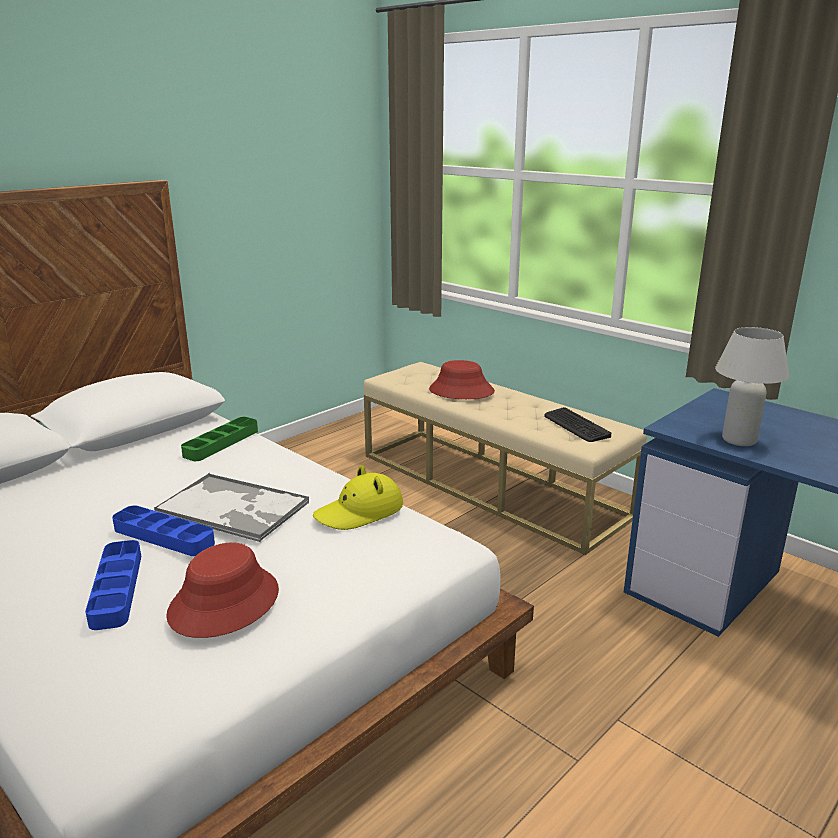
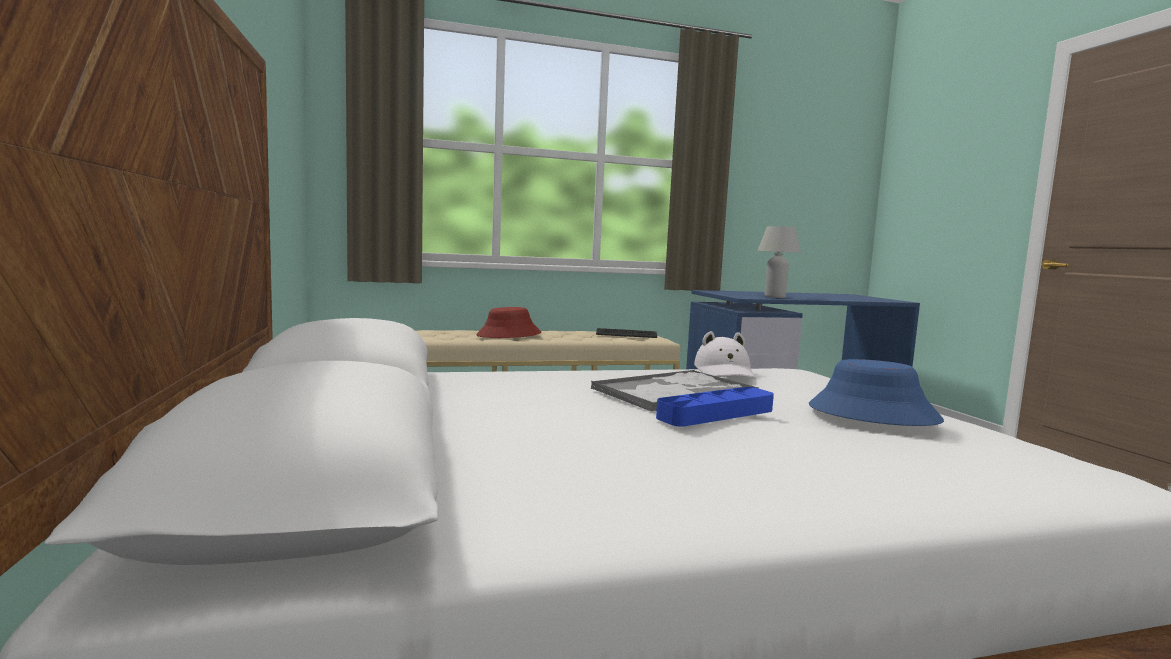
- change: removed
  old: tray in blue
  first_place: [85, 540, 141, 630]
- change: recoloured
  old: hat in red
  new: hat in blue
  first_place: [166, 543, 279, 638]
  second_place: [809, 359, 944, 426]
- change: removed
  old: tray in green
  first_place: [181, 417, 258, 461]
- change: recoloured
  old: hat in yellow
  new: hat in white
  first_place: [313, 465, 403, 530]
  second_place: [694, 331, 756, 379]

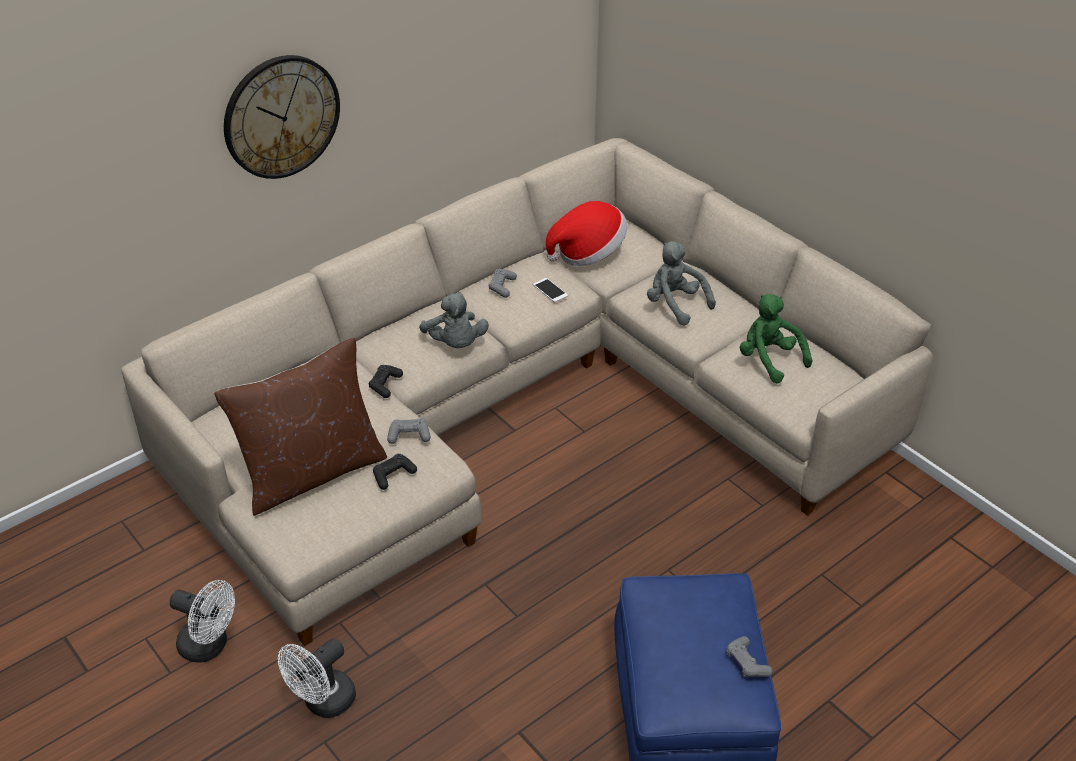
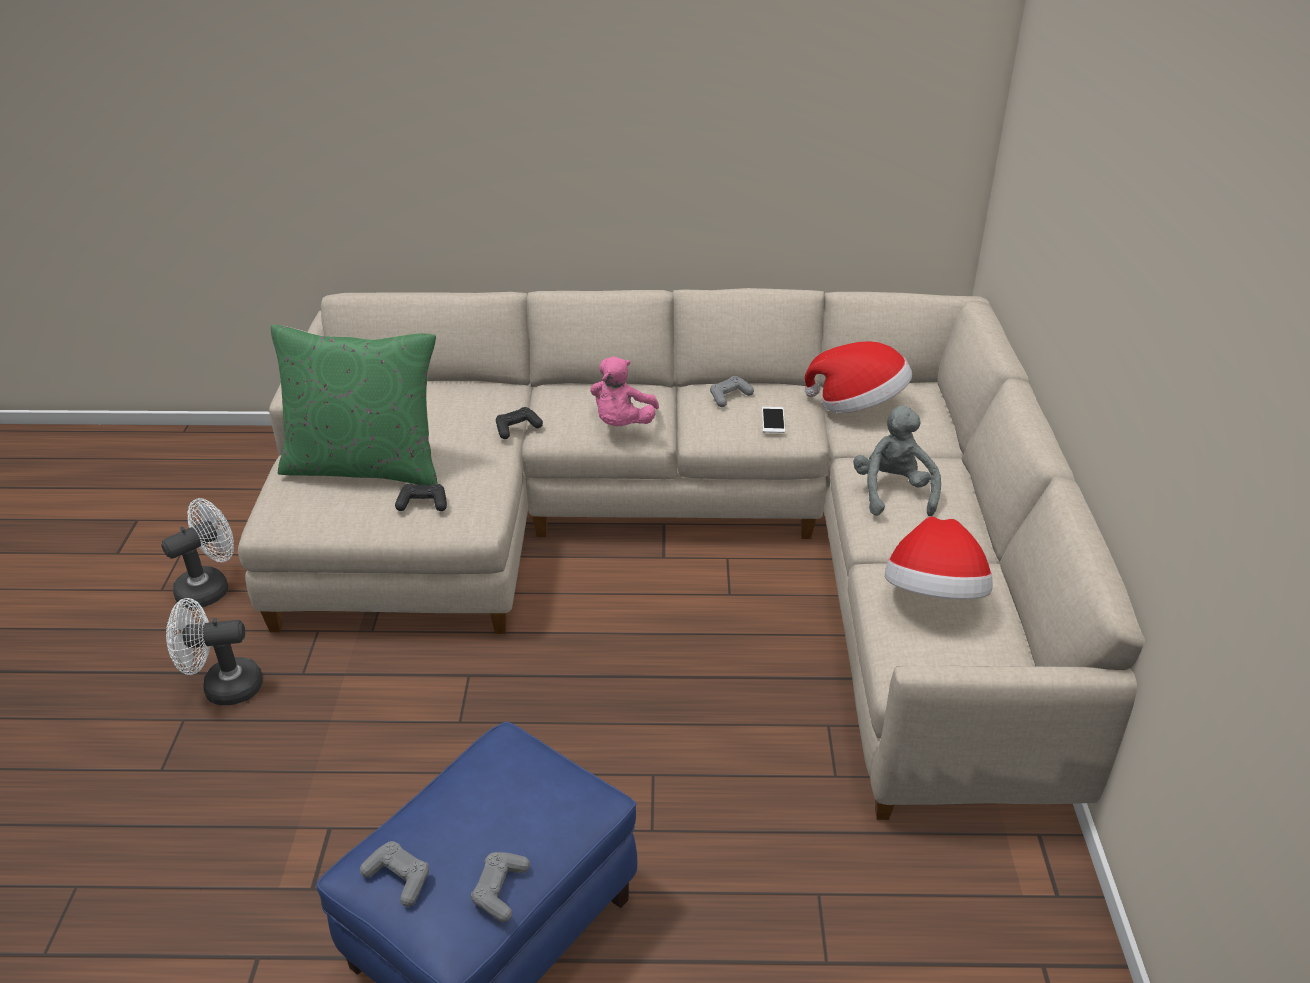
- change: turned
  old: fan in white
  first_place: [170, 580, 235, 663]
  second_place: [161, 498, 234, 609]
  degrees: -105
- change: recoloured
  old: pillow in brown
  new: pillow in green
  first_place: [214, 338, 387, 516]
  second_place: [271, 325, 438, 485]
- change: removed
  old: wall clock
  first_place: [224, 55, 340, 179]
- change: moved
  old: game controller in grey
  first_place: [387, 418, 431, 444]
  second_place: [360, 841, 429, 907]
- change: recoloured
  old: plush toy in grey
  new: plush toy in pink
  first_place: [419, 292, 489, 348]
  second_place: [590, 356, 659, 426]
- change: replaced
  old: plush toy in green
  new: hat
  first_place: [740, 294, 812, 384]
  second_place: [885, 517, 993, 599]

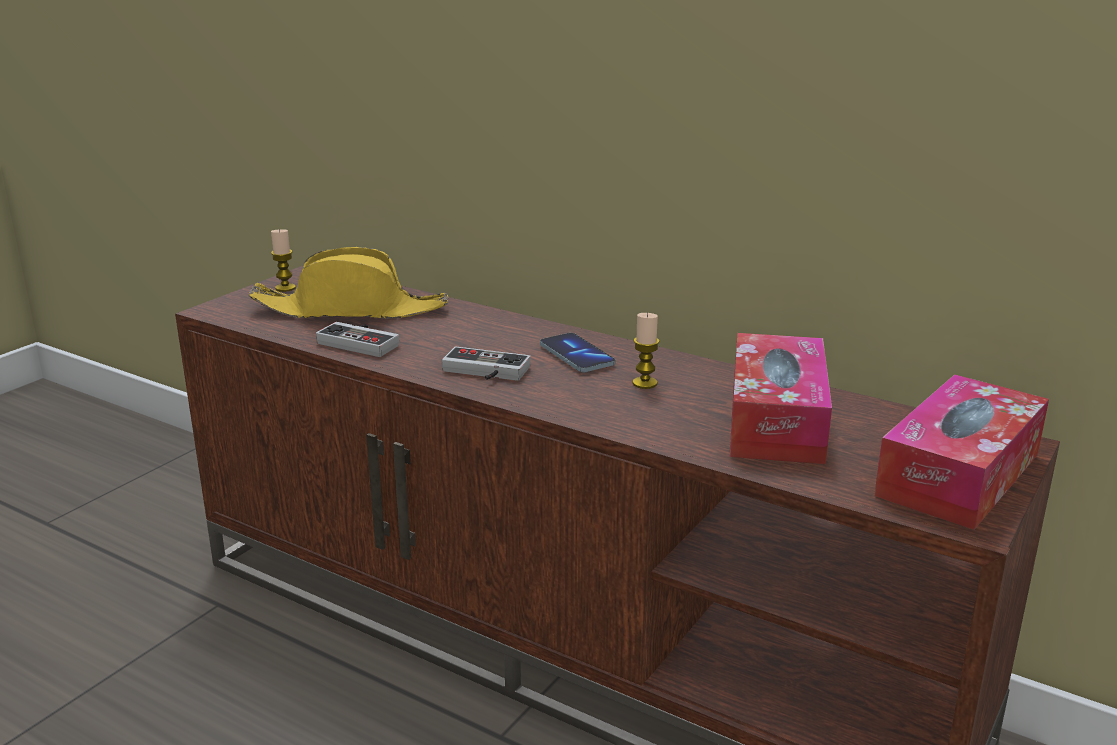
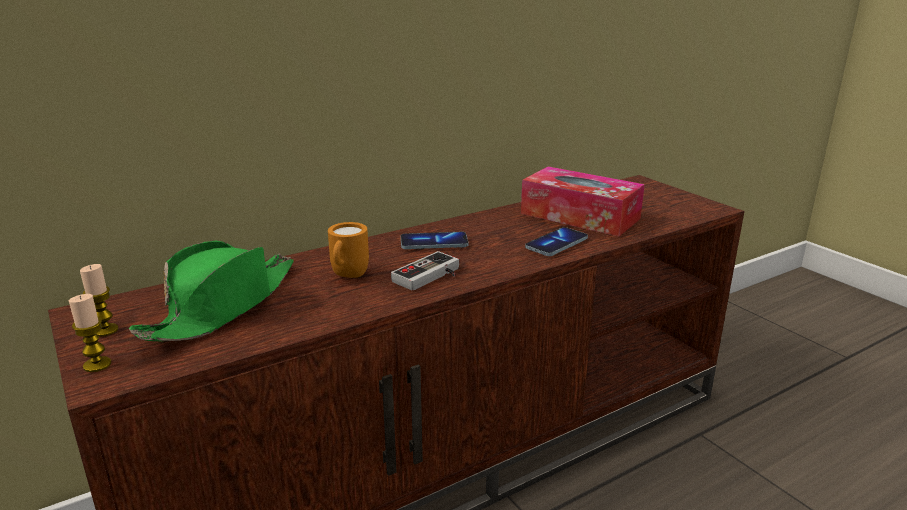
- change: recoloured
  old: hat in yellow
  new: hat in green
  first_place: [249, 247, 448, 319]
  second_place: [129, 241, 293, 341]
- change: removed
  old: game controller
  first_place: [316, 322, 399, 357]
- change: moved
  old: candle
  first_place: [633, 313, 659, 389]
  second_place: [69, 294, 111, 372]
- change: removed
  old: tissue box
  first_place: [874, 374, 1049, 530]
- change: added
  new: mug in orange
  second_place: [328, 222, 369, 278]
- change: added
  new: phone
  second_place: [525, 227, 588, 256]

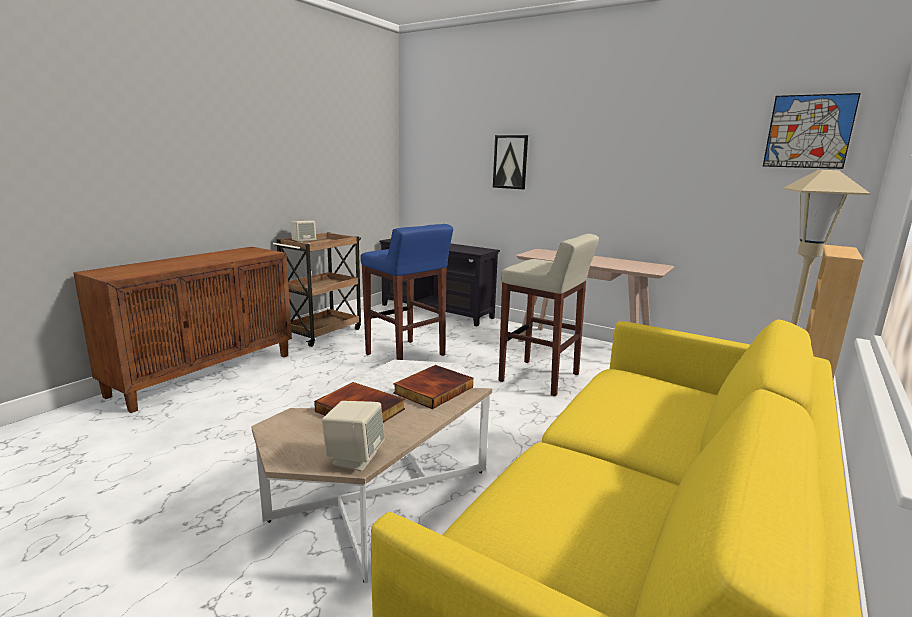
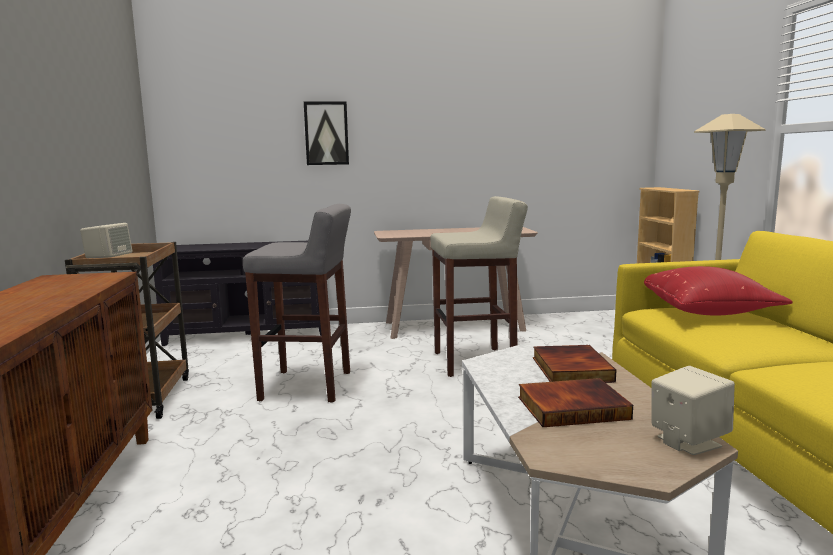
- change: recoloured
  old: stool in blue
  new: stool in grey
  first_place: [361, 224, 453, 360]
  second_place: [243, 204, 351, 403]
- change: removed
  old: picture
  first_place: [763, 93, 861, 169]
- change: added
  new: pillow in red
  second_place: [644, 266, 793, 316]

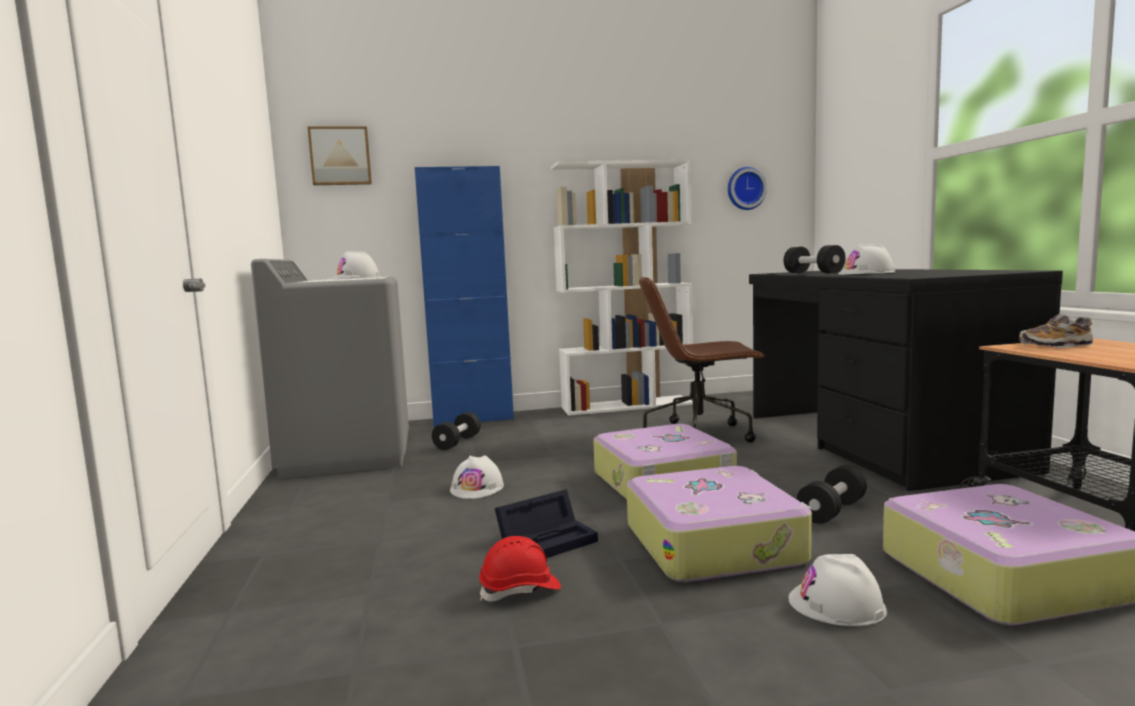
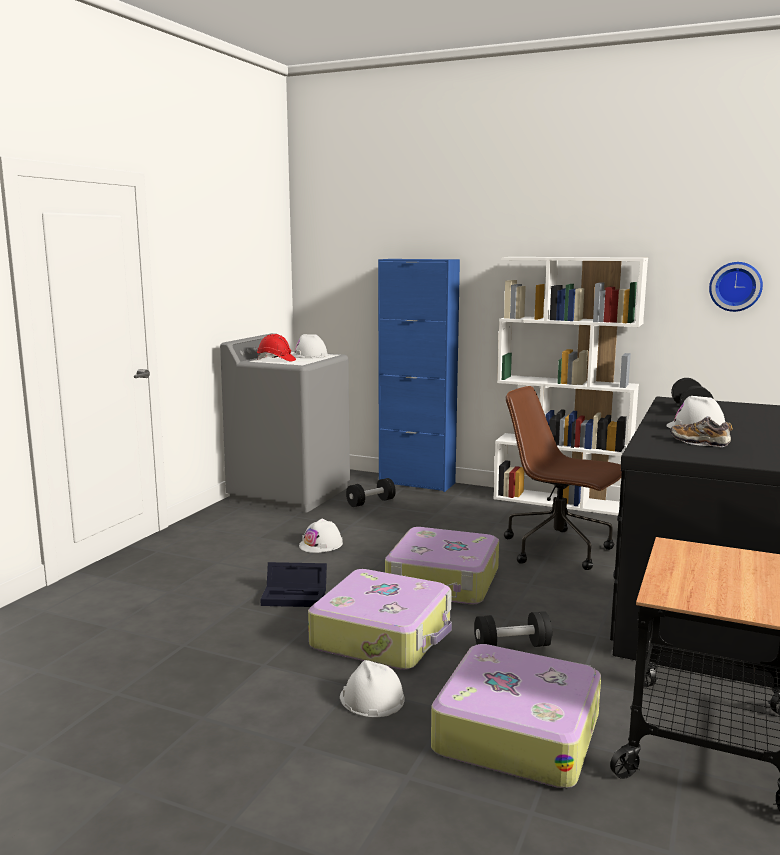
- change: removed
  old: picture
  first_place: [308, 126, 372, 185]
- change: moved
  old: hard hat in red
  first_place: [479, 536, 561, 602]
  second_place: [257, 334, 296, 361]
- change: moved
  old: shoe
  first_place: [1019, 314, 1093, 348]
  second_place: [671, 416, 733, 447]

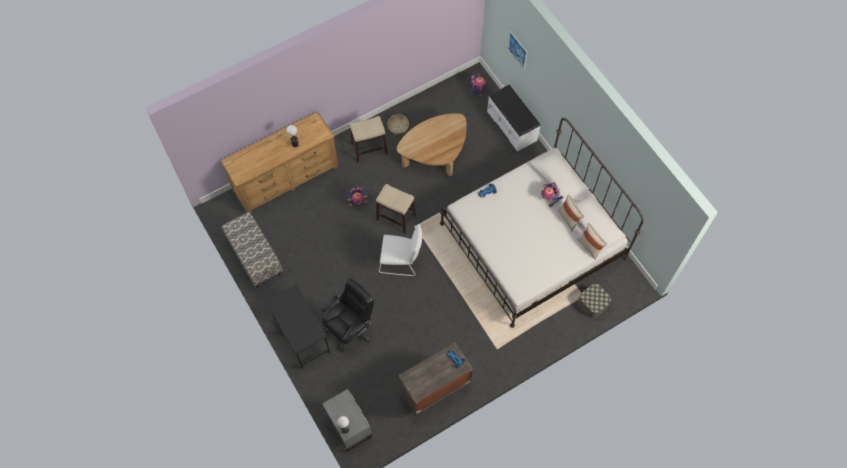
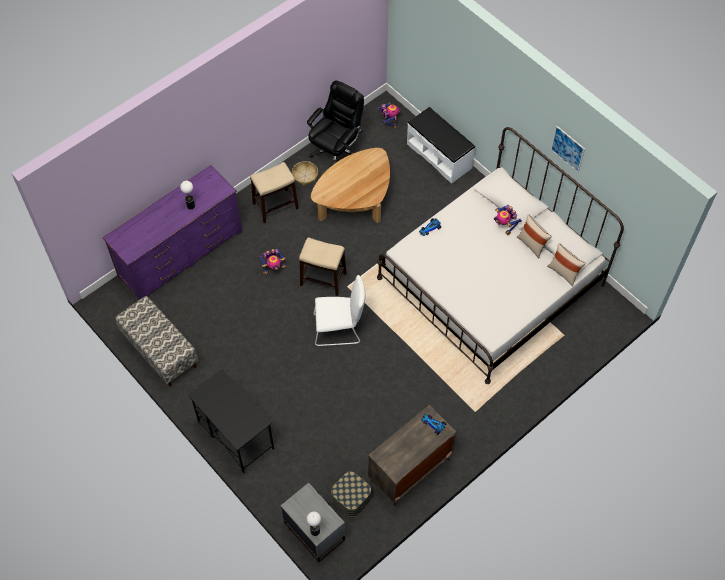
- change: recoloured
  old: dresser in brown
  new: dresser in purple
  first_place: [220, 111, 338, 213]
  second_place: [102, 165, 242, 300]
- change: moved
  old: office chair in black
  first_place: [321, 278, 374, 352]
  second_place: [307, 80, 364, 165]
- change: moved
  old: picture
  first_place: [508, 31, 528, 70]
  second_place: [550, 125, 585, 172]
- change: moved
  old: storage box
  first_place: [578, 284, 611, 318]
  second_place: [331, 472, 371, 517]

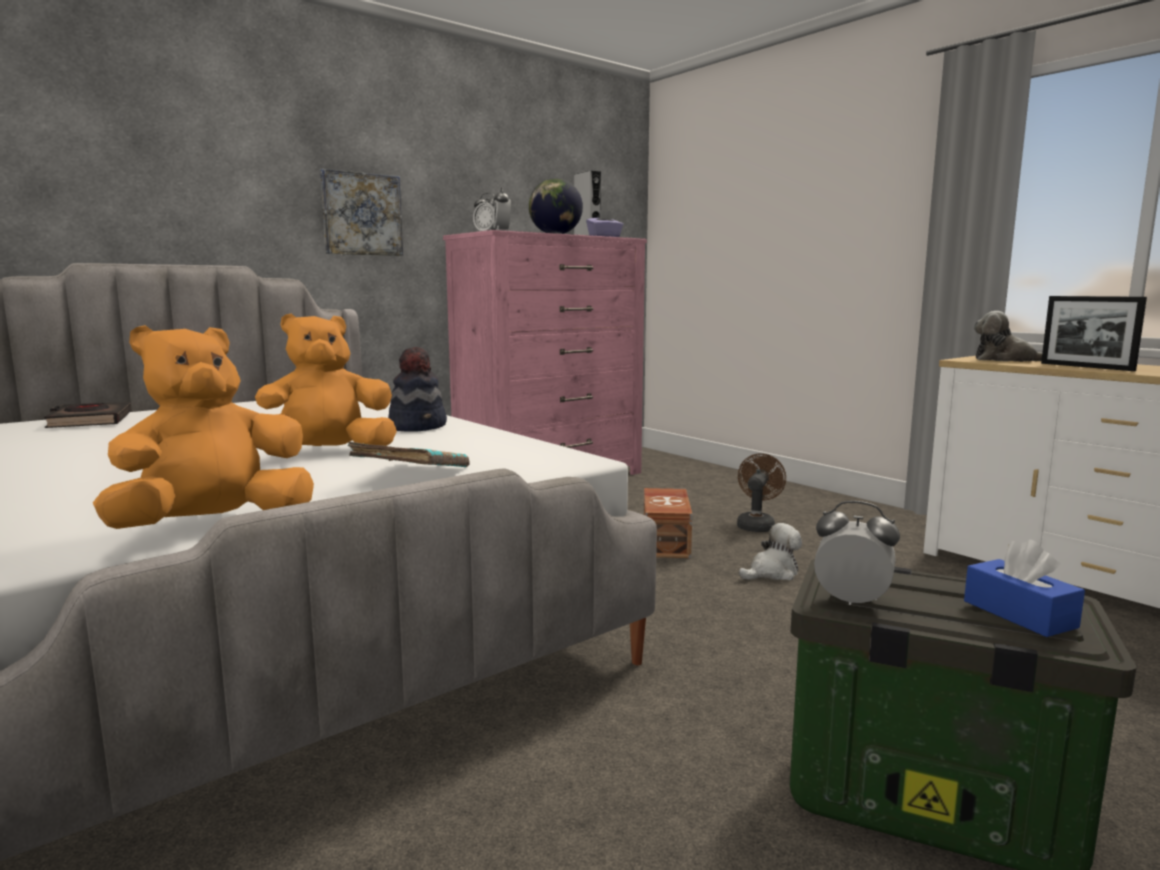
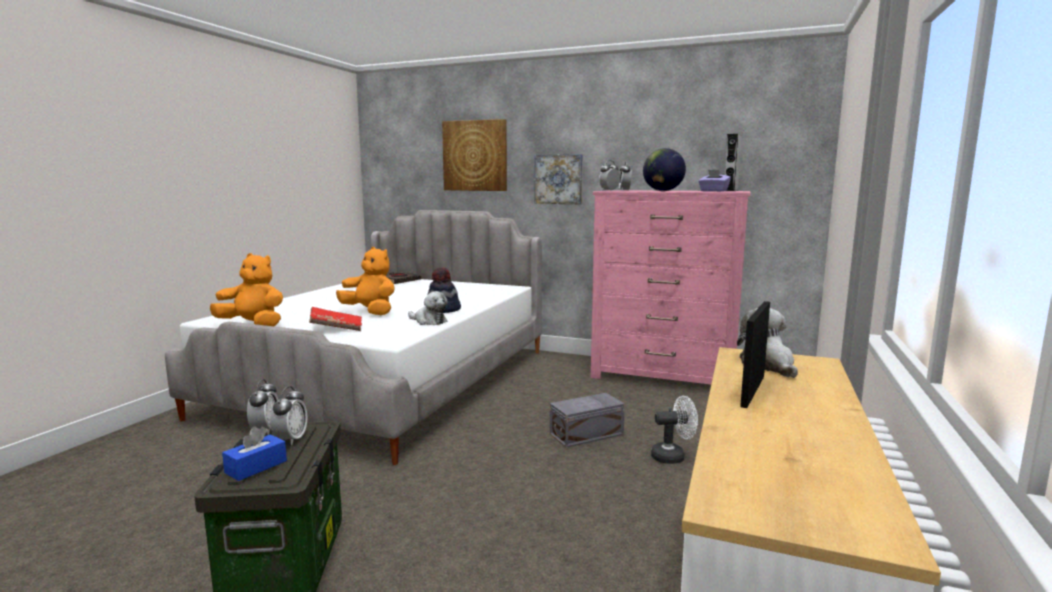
- change: recoloured
  old: book in turquoise
  new: book in red
  first_place: [348, 442, 470, 467]
  second_place: [309, 307, 362, 331]
- change: recoloured
  old: storage box in brown
  new: storage box in grey
  first_place: [643, 488, 692, 558]
  second_place: [550, 393, 625, 448]
- change: recoloured
  old: fan in brown
  new: fan in white
  first_place: [737, 454, 786, 532]
  second_place: [651, 396, 698, 464]
- change: moved
  old: plush toy
  first_place: [739, 523, 802, 580]
  second_place: [408, 291, 448, 325]
- change: added
  new: alarm clock
  second_place: [270, 386, 307, 445]
- change: added
  new: picture
  second_place: [442, 119, 507, 191]

